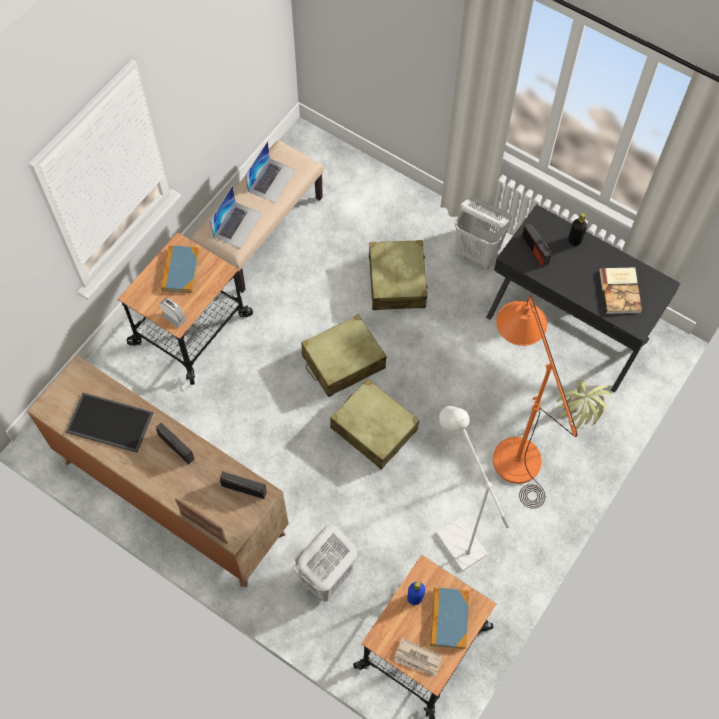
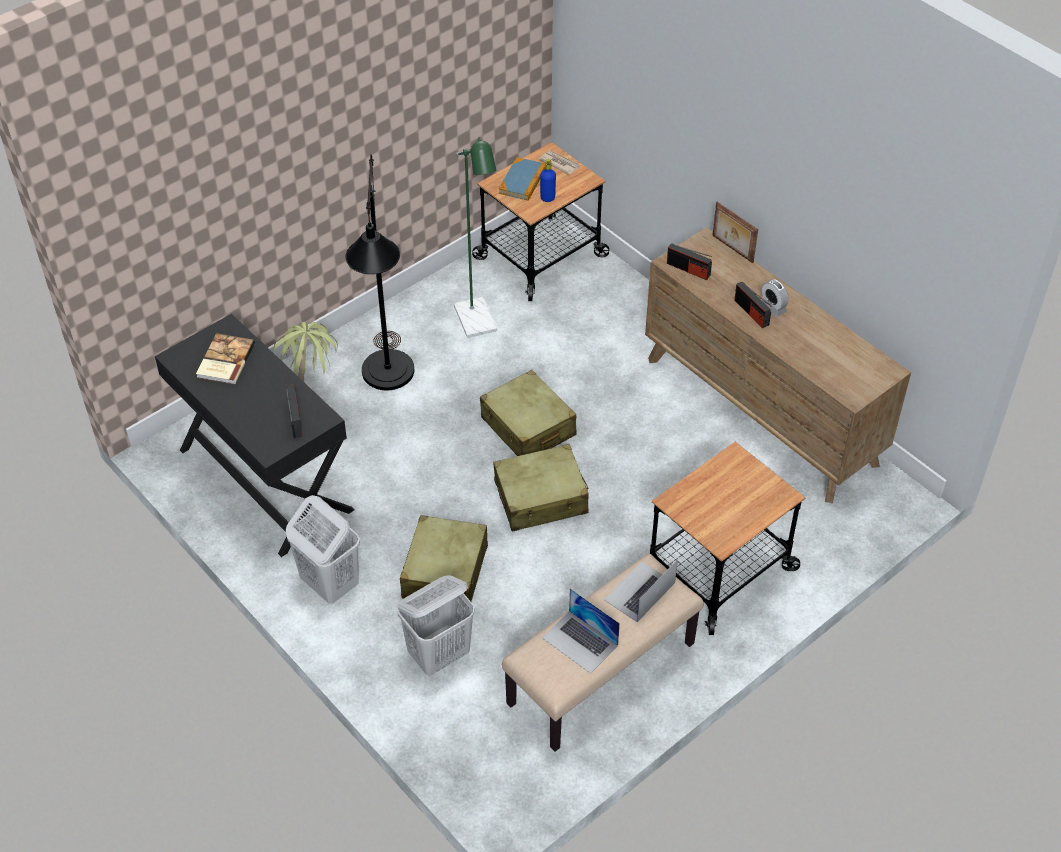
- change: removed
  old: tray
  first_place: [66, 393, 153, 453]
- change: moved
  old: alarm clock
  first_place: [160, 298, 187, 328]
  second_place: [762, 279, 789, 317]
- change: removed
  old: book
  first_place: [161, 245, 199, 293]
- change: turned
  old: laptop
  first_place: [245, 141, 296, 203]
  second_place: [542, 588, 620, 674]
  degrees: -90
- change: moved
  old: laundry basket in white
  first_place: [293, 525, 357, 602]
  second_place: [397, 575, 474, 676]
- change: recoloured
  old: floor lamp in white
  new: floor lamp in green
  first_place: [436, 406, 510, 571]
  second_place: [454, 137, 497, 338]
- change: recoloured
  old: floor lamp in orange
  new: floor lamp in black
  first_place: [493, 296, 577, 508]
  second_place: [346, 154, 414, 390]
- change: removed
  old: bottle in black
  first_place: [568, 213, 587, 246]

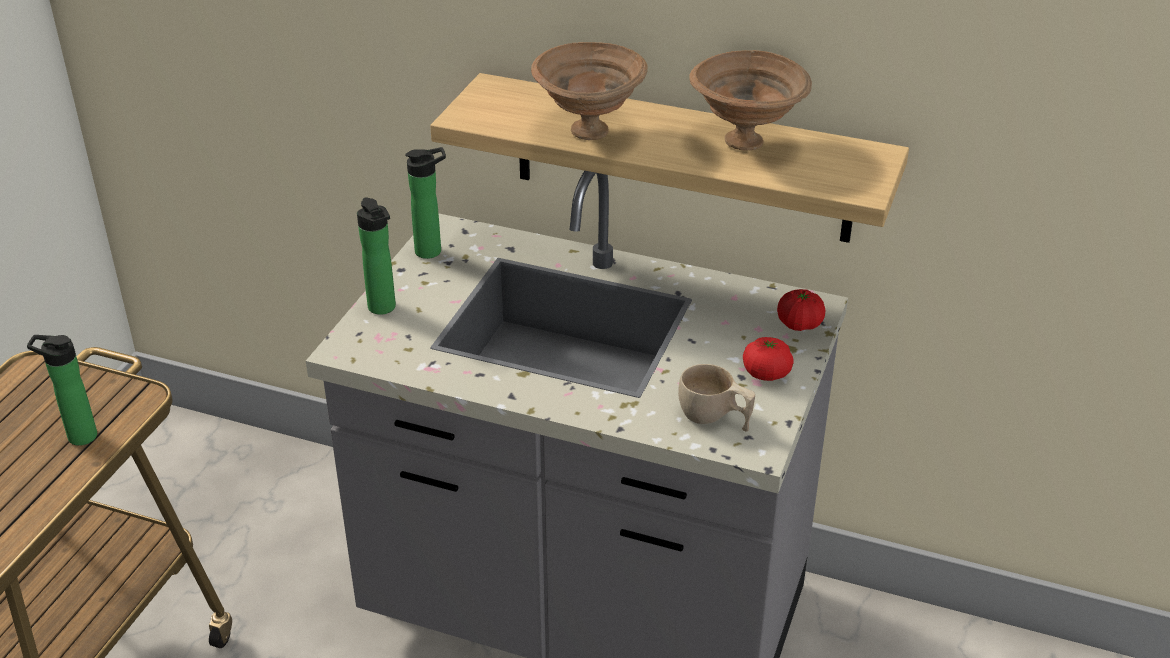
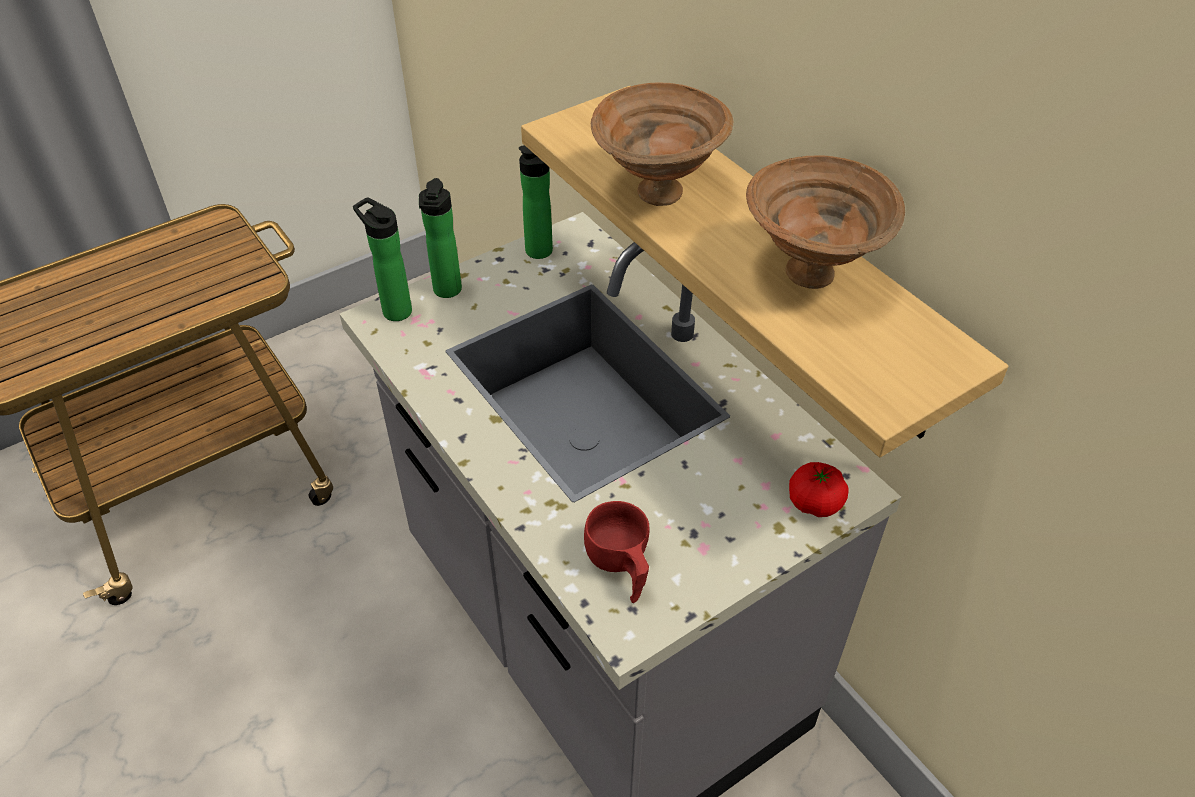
- change: moved
  old: bottle
  first_place: [27, 335, 97, 446]
  second_place: [353, 197, 412, 321]
- change: recoloured
  old: cup in beige
  new: cup in red
  first_place: [678, 364, 755, 432]
  second_place: [584, 501, 650, 603]
- change: removed
  old: tomato
  first_place: [743, 337, 794, 381]

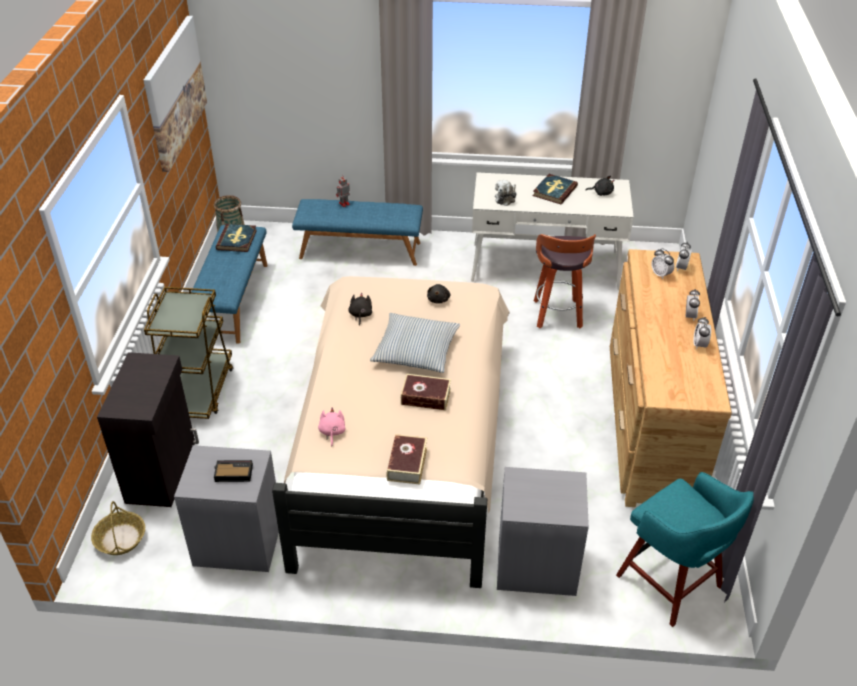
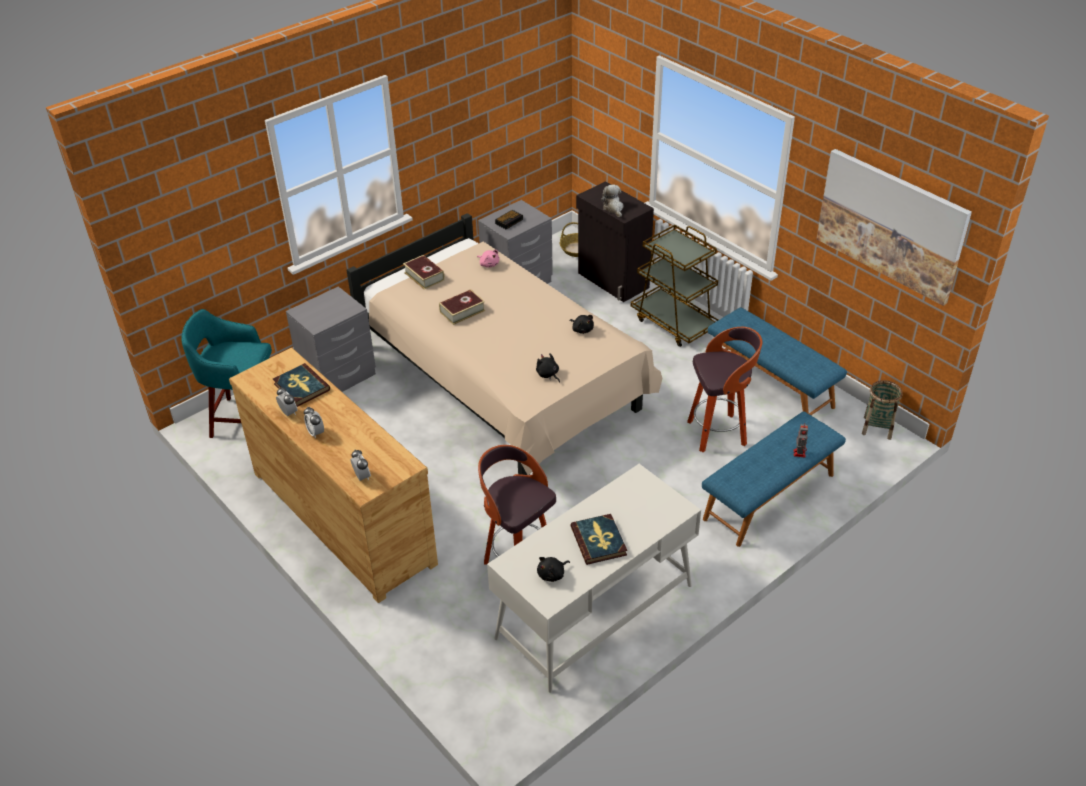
- change: moved
  old: book
  first_place: [216, 224, 257, 252]
  second_place: [273, 363, 330, 407]
- change: removed
  old: pillow
  first_place: [370, 313, 460, 373]
- change: moved
  old: plush toy
  first_place: [495, 180, 517, 206]
  second_place: [601, 185, 624, 218]
- change: removed
  old: alarm clock
  first_place: [651, 248, 674, 279]
- change: added
  new: stool
  second_place: [687, 327, 762, 452]

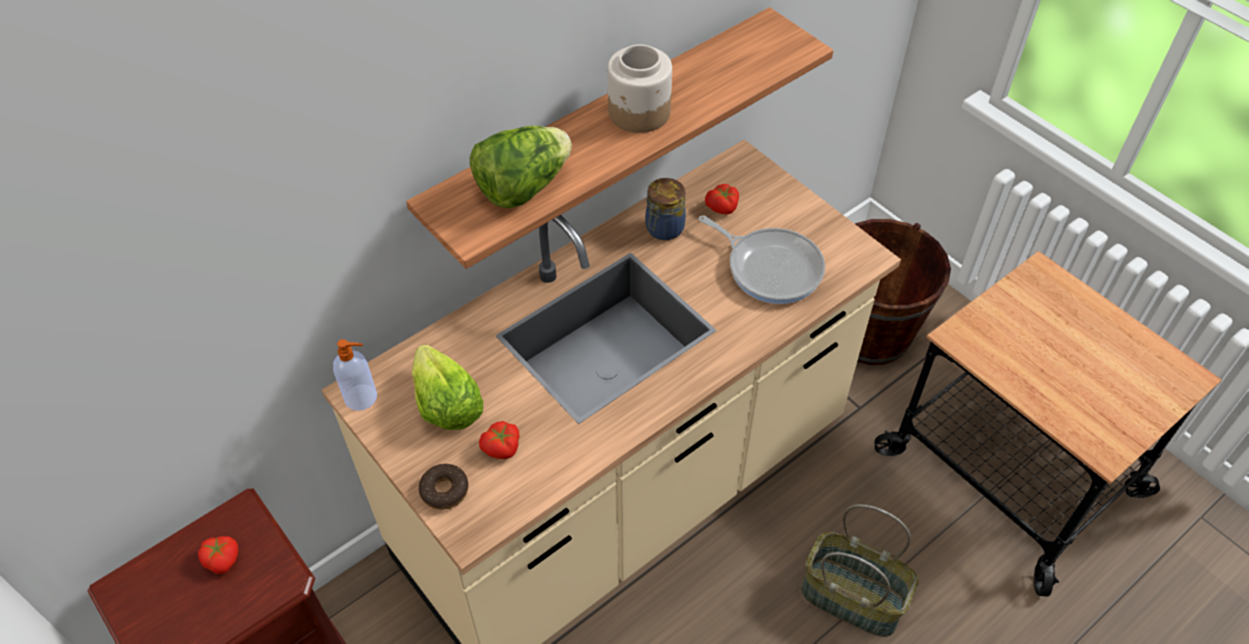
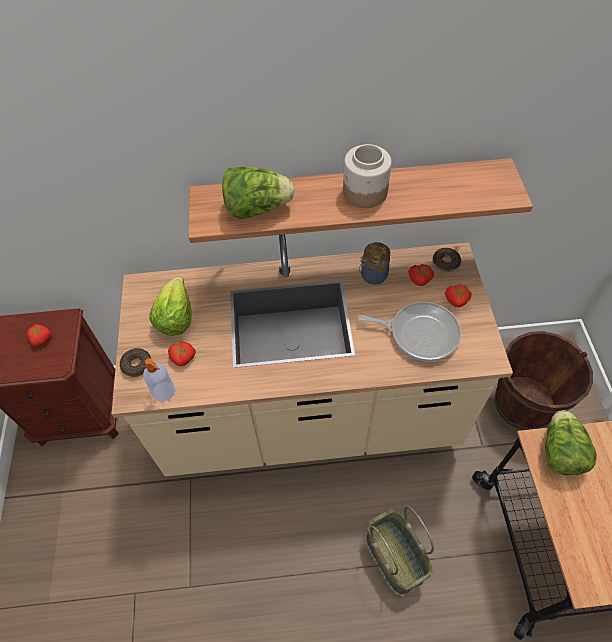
- change: moved
  old: soap dispenser
  first_place: [333, 339, 377, 411]
  second_place: [143, 358, 175, 402]
- change: turned
  old: frying pan
  first_place: [698, 215, 825, 304]
  second_place: [358, 302, 461, 362]
  degrees: -60
- change: added
  new: donut
  second_place: [433, 248, 461, 272]
- change: added
  new: tomato
  second_place: [445, 285, 471, 308]
- change: added
  new: lettuce
  second_place: [545, 410, 597, 475]

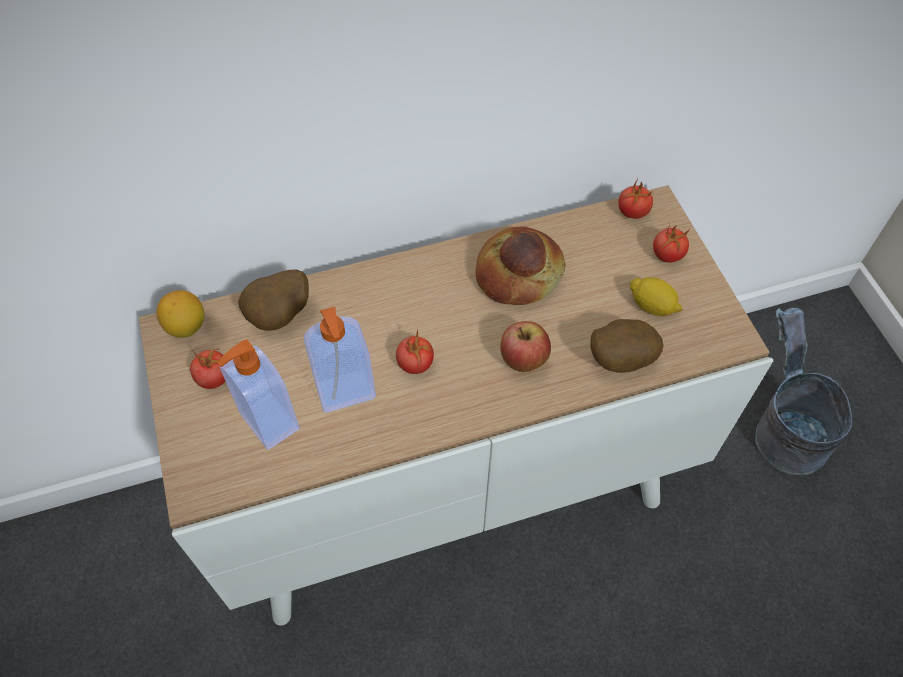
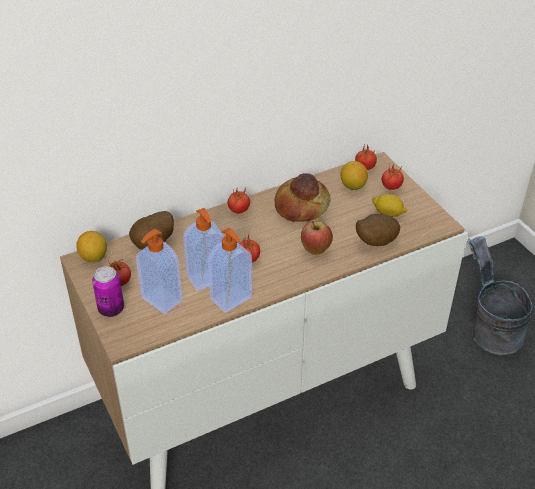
- change: added
  new: can
  second_place: [92, 266, 124, 317]
- change: added
  new: soap dispenser
  second_place: [208, 228, 253, 313]
- change: added
  new: tomato
  second_place: [228, 187, 250, 214]
- change: added
  new: lemon
  second_place: [341, 161, 368, 190]

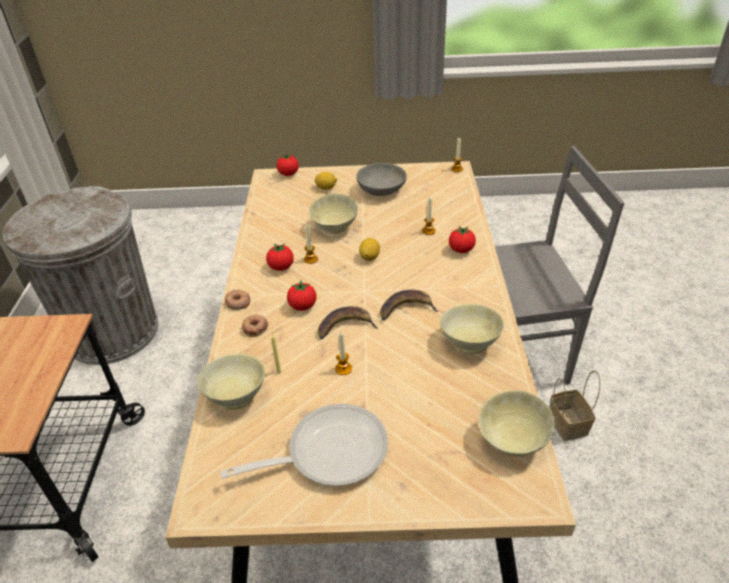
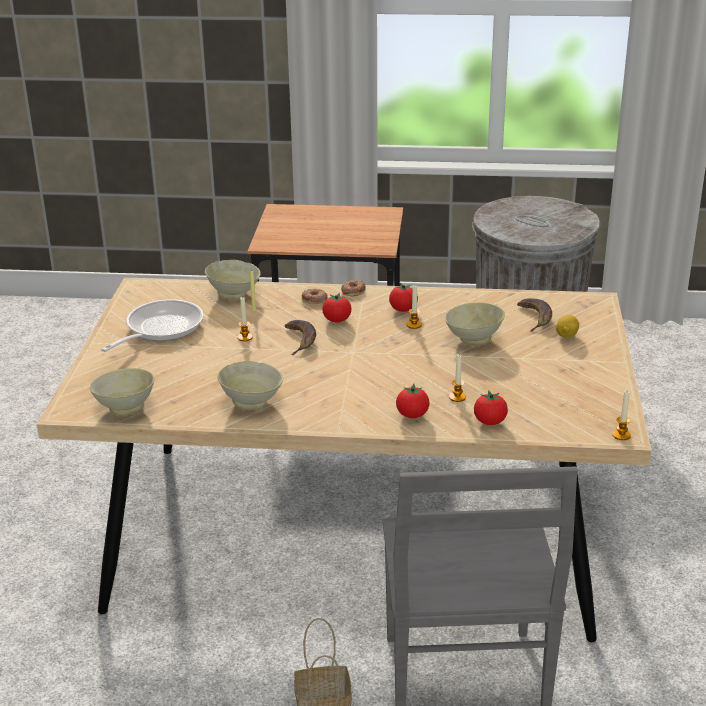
- change: turned
  old: frying pan
  first_place: [220, 404, 388, 486]
  second_place: [101, 299, 203, 352]
  degrees: -135
- change: moved
  old: tomato
  first_place: [276, 153, 299, 176]
  second_place: [474, 390, 508, 425]
- change: removed
  old: bowl in grey
  first_place: [356, 163, 407, 196]
- change: removed
  old: lemon
  first_place: [359, 238, 380, 261]
- change: moved
  old: banana
  first_place: [380, 289, 439, 320]
  second_place: [517, 298, 552, 332]

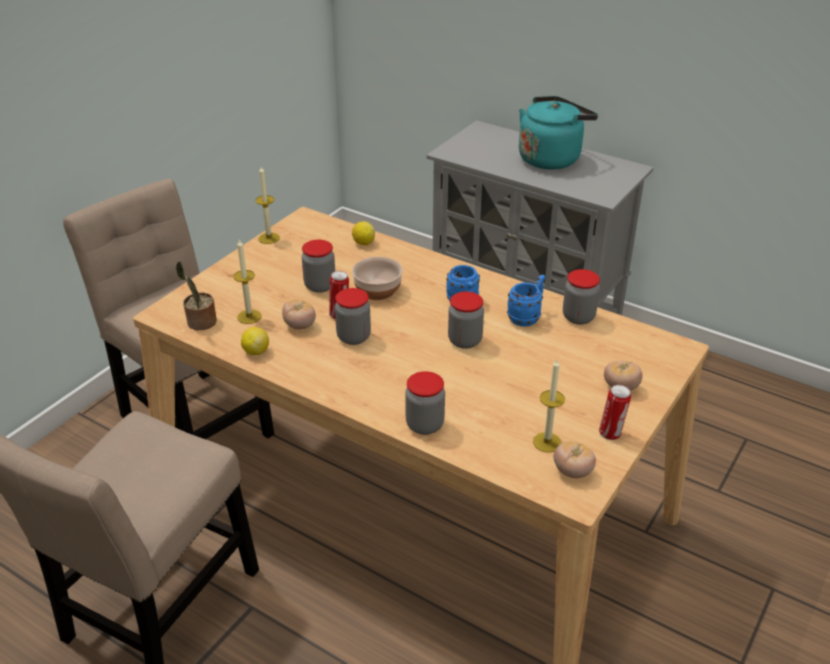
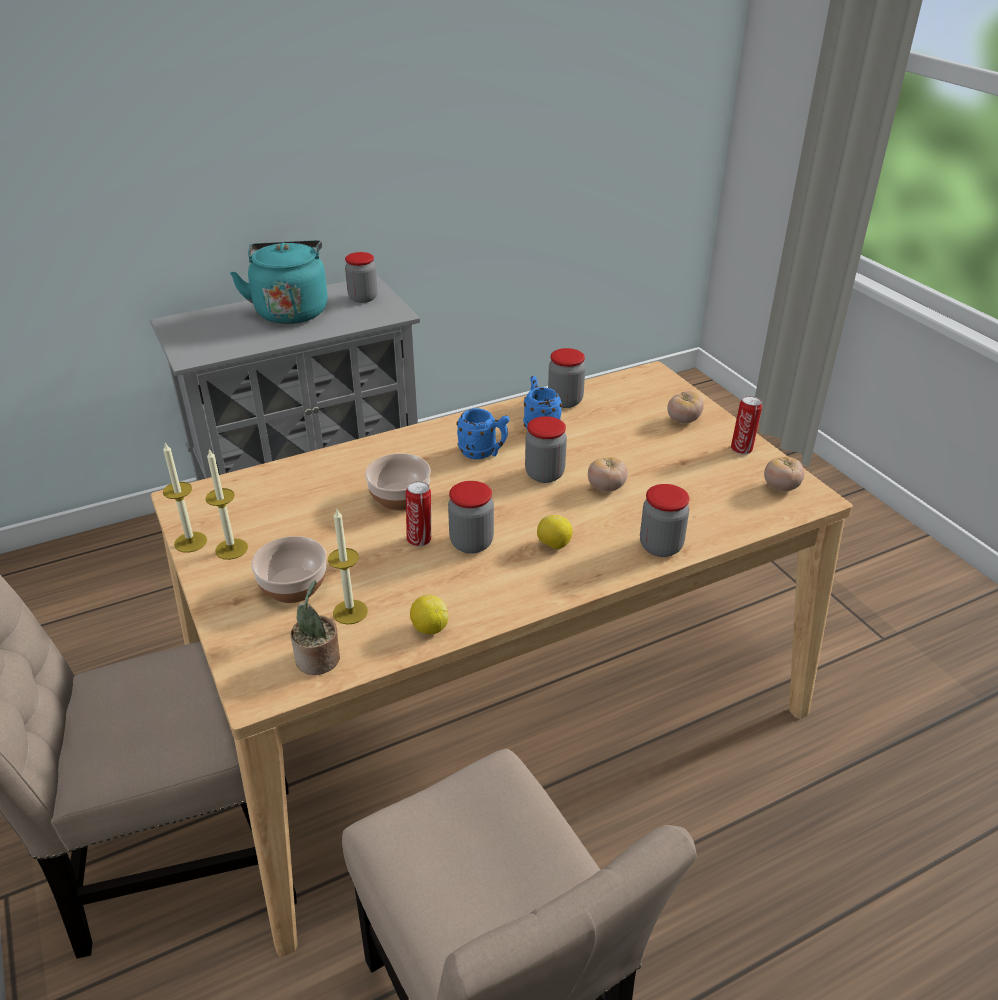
- change: moved
  old: tomato
  first_place: [282, 300, 316, 329]
  second_place: [588, 457, 628, 492]
- change: moved
  old: jar
  first_place: [302, 240, 335, 293]
  second_place: [345, 252, 378, 303]
- change: moved
  old: lemon
  first_place: [352, 221, 375, 245]
  second_place: [537, 515, 573, 550]
- change: moved
  old: candle
  first_place: [533, 359, 565, 453]
  second_place: [205, 448, 248, 560]
- change: added
  new: bowl
  second_place: [251, 536, 327, 603]

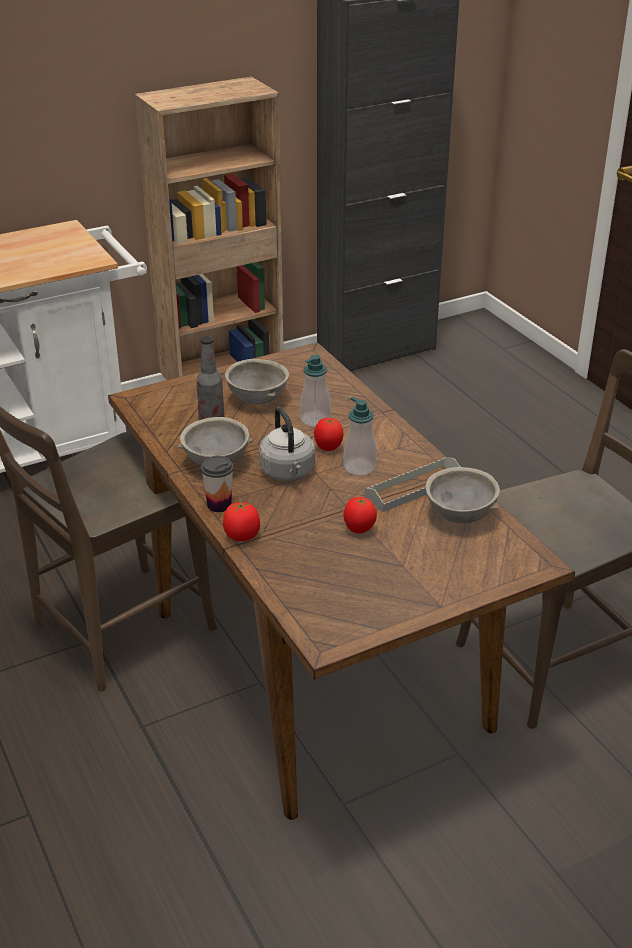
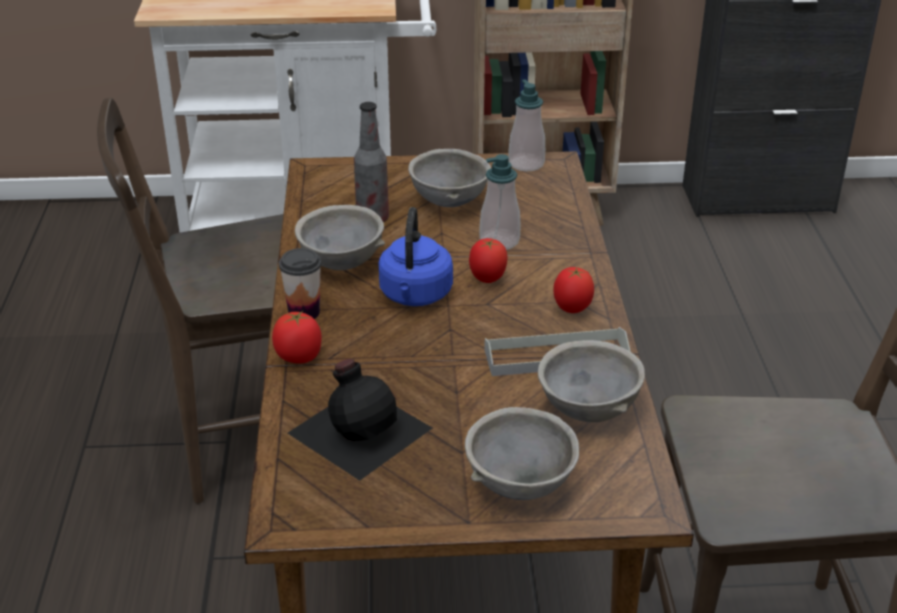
- change: recoloured
  old: kettle in grey
  new: kettle in blue
  first_place: [259, 407, 315, 481]
  second_place: [379, 207, 453, 306]
- change: moved
  old: soap dispenser
  first_place: [344, 397, 377, 475]
  second_place: [508, 79, 545, 172]
- change: moved
  old: tomato
  first_place: [344, 497, 377, 533]
  second_place: [553, 267, 594, 313]
- change: added
  new: bottle in black
  second_place: [288, 359, 432, 481]
- change: added
  new: bowl in grey
  second_place: [465, 407, 579, 500]

